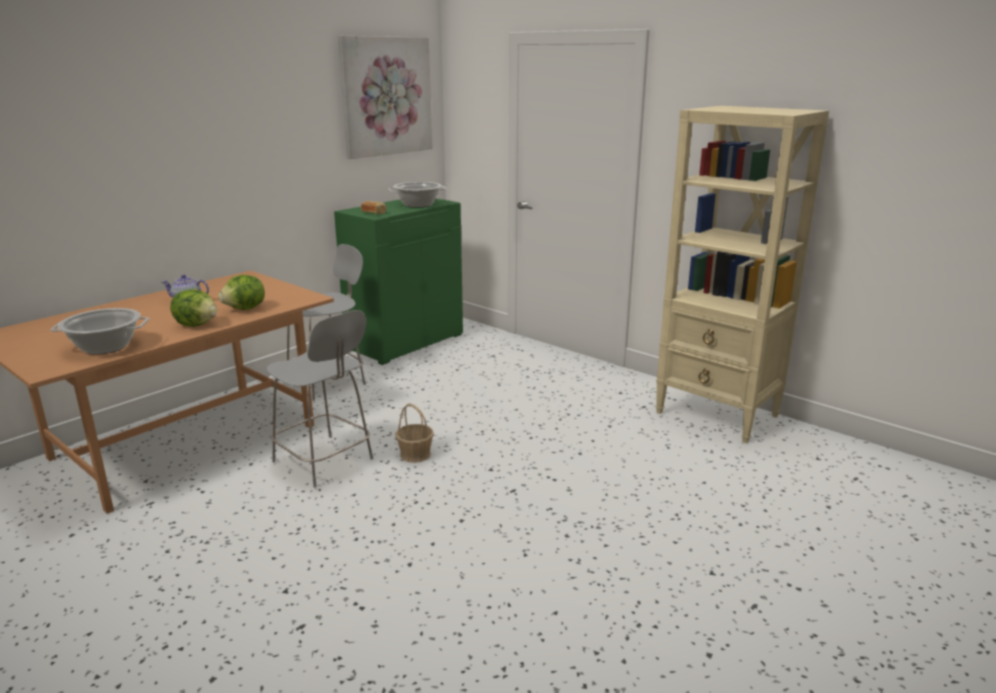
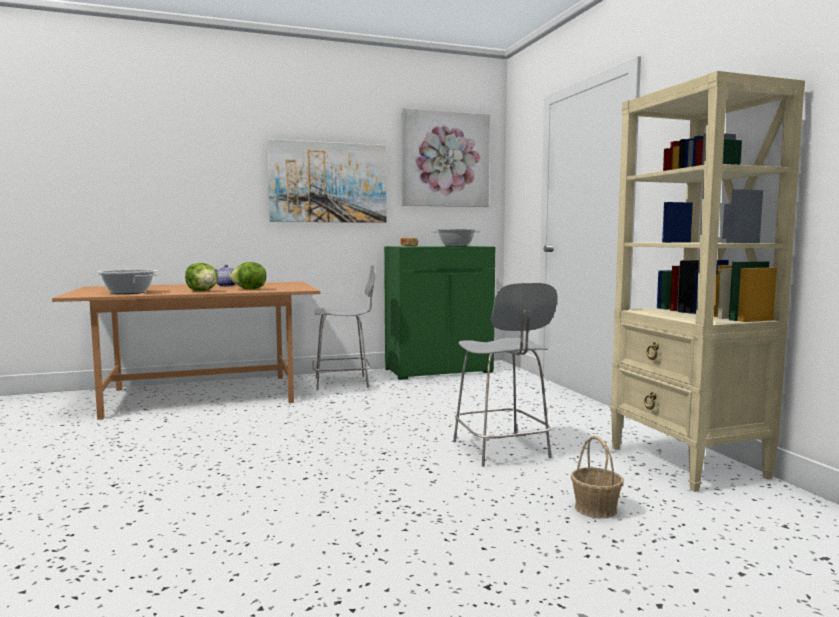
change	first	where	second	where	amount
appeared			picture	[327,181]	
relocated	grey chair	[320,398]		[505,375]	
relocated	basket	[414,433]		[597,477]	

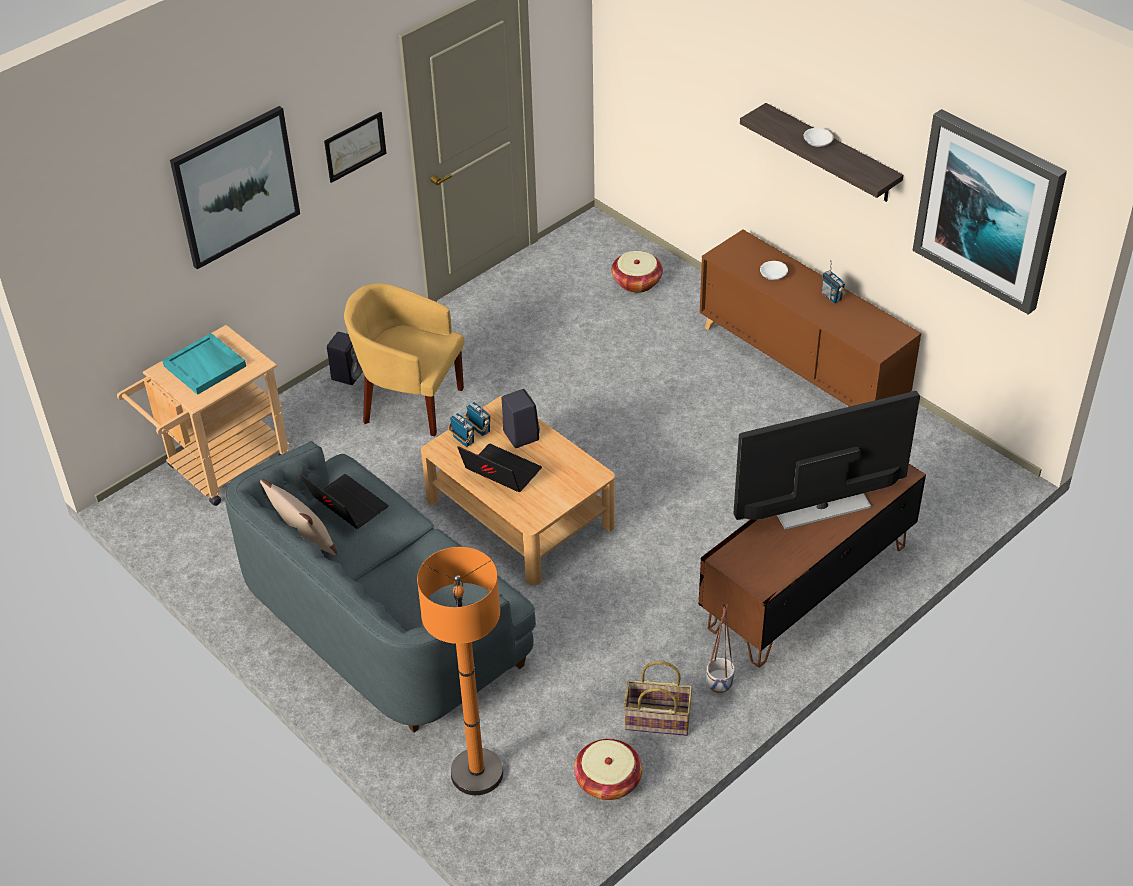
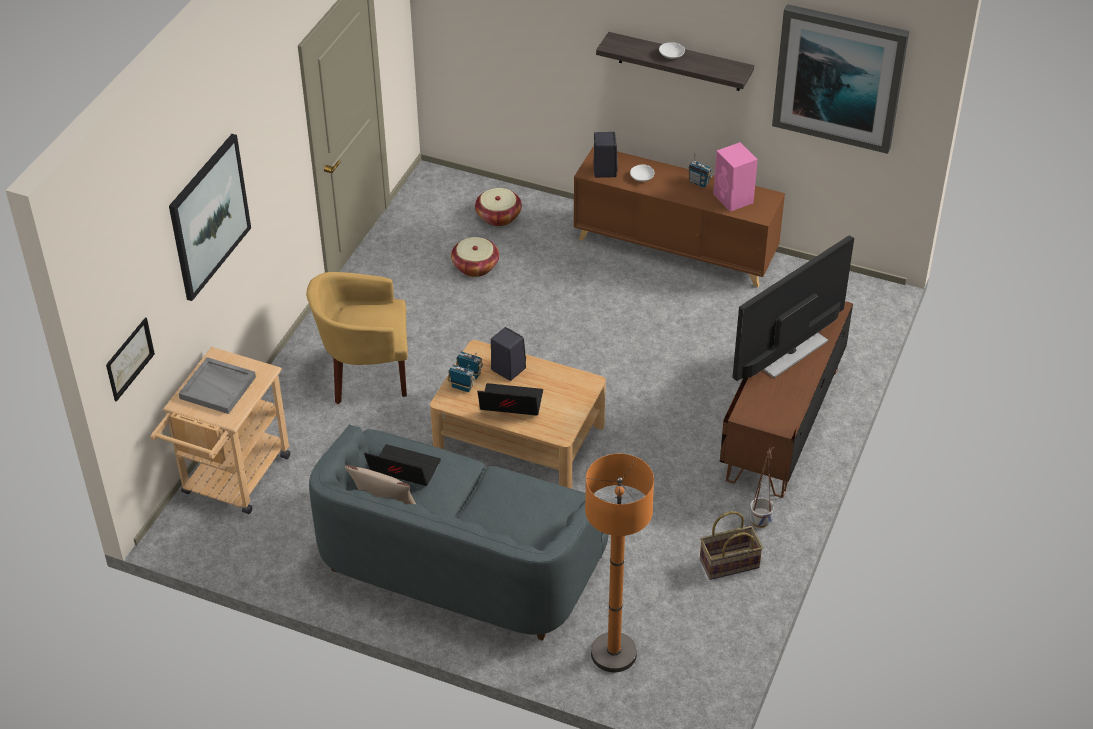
change	first	where	second	where	amount
appeared			pink speaker	[735,177]	
relocated	picture	[355,147]		[130,359]	
relocated	black speaker	[345,358]		[605,155]	
relocated	basket	[608,769]		[475,257]	
colour	turquoise tray	[204,364]	grey tray	[217,385]	

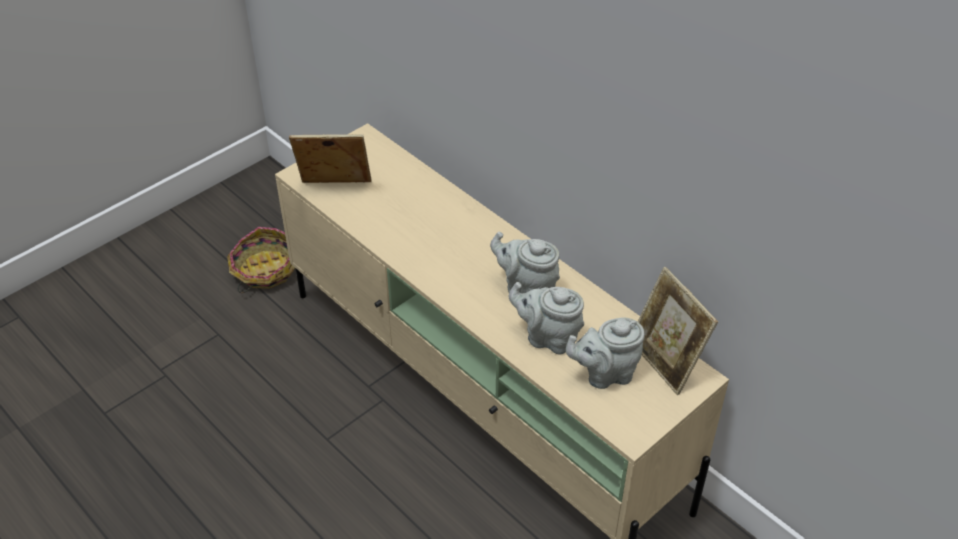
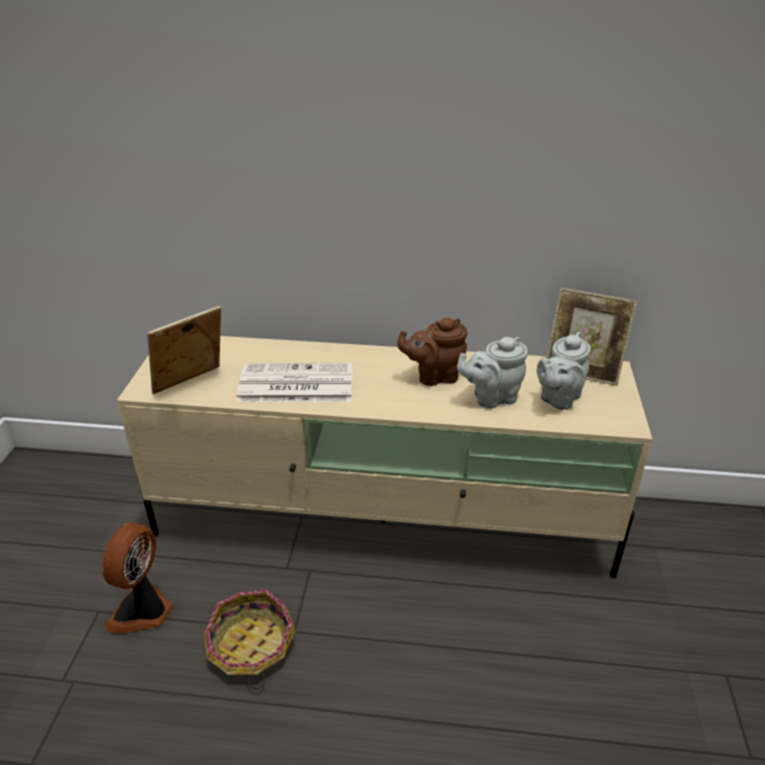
change	first	where	second	where	amount
appeared			fan	[137,578]	
appeared			newspaper	[295,382]	
relocated	basket	[261,260]		[250,639]	
colour	grey teapot	[525,263]	brown teapot	[432,352]	

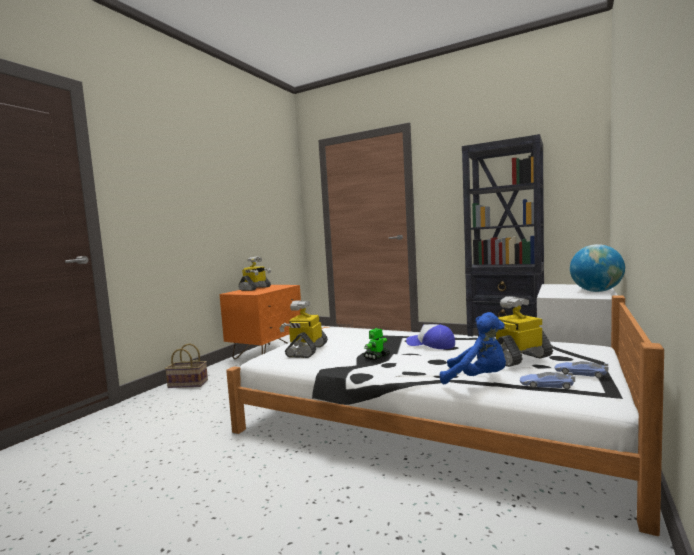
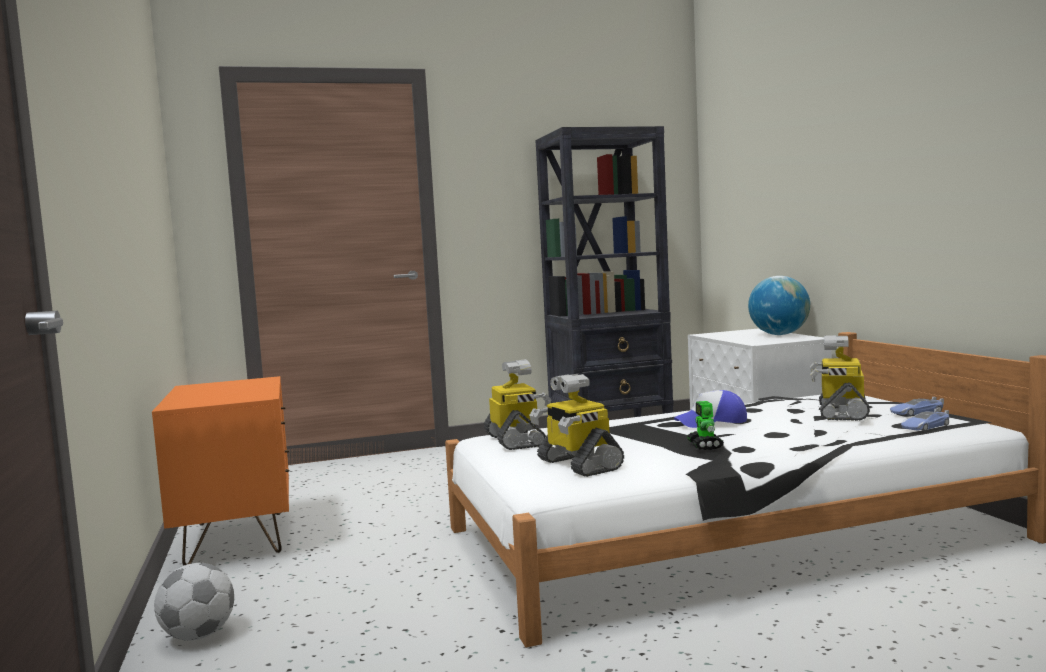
change	first	where	second	where	amount
missing	blue plush toy	[473,348]			
relocated	toy robot	[254,274]		[517,404]	
exchanged	basket	[186,365]	football	[194,602]	

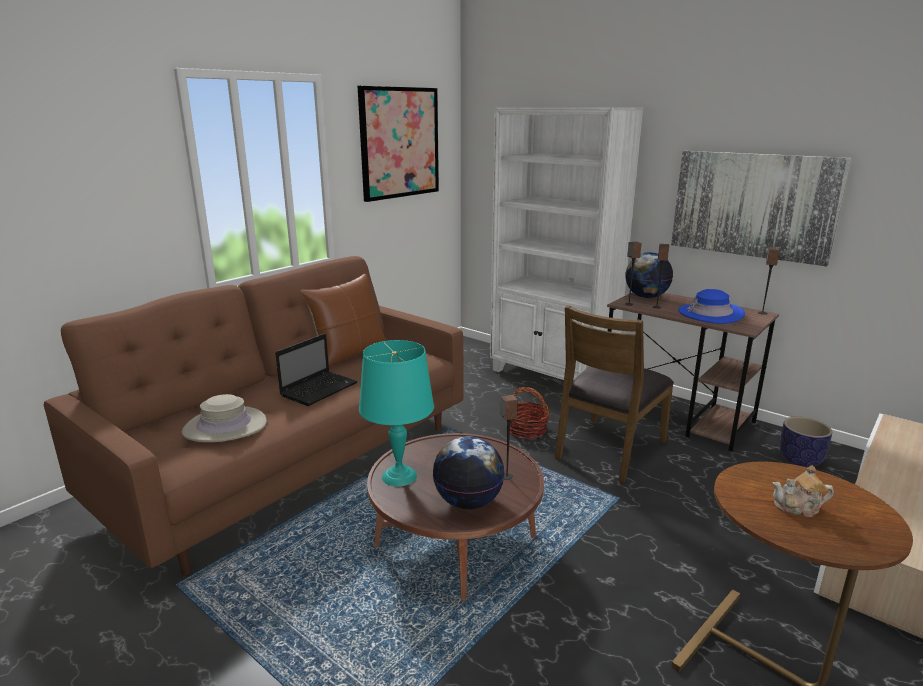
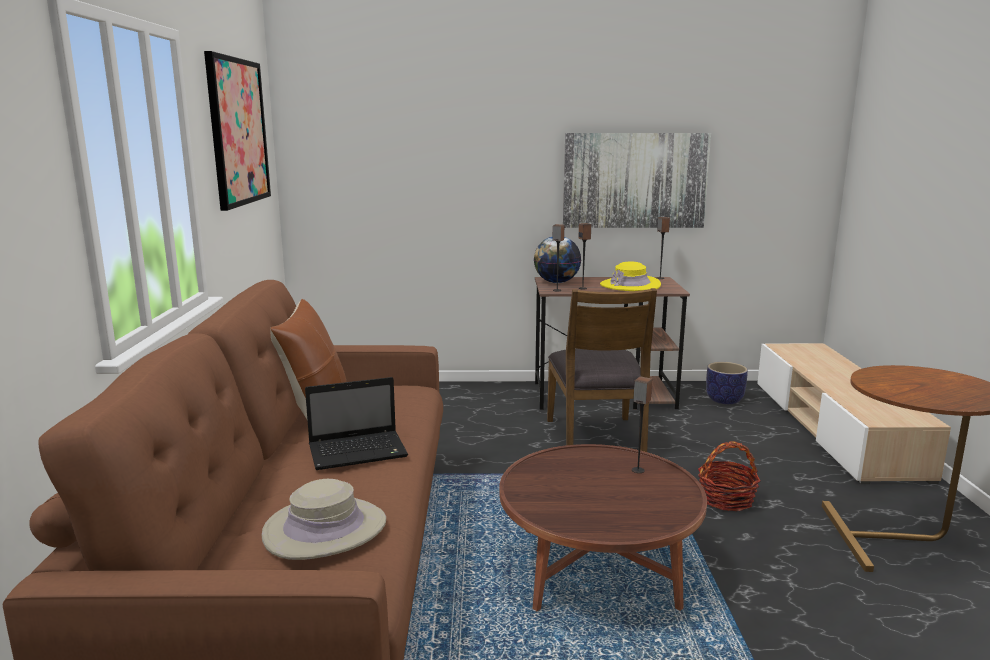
change	first	where	second	where	amount
missing	turquoise table lamp	[396,413]			
missing	globe	[469,473]			
missing	white bookcase	[566,243]			
missing	teapot	[803,491]			
relocated	basket	[530,413]		[729,476]	
colour	blue hat	[711,306]	yellow hat	[630,276]	
spun	laptop	[316,369]		[356,423]	75 degrees clockwise

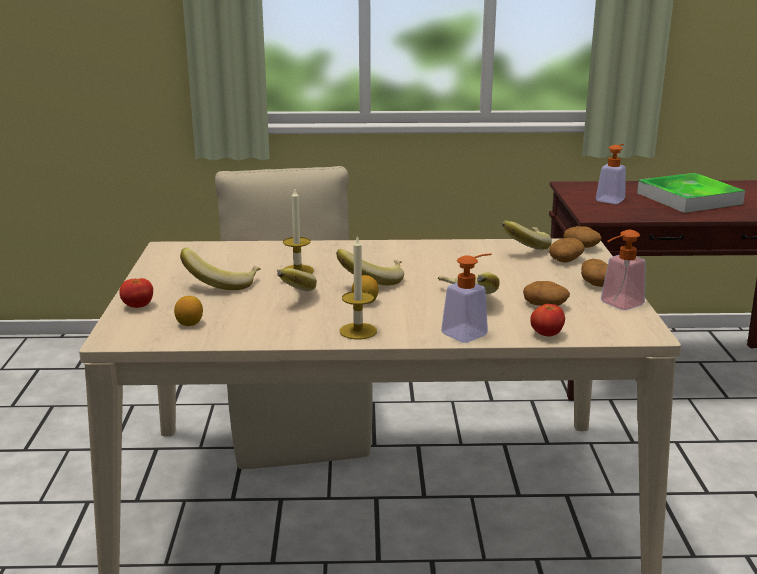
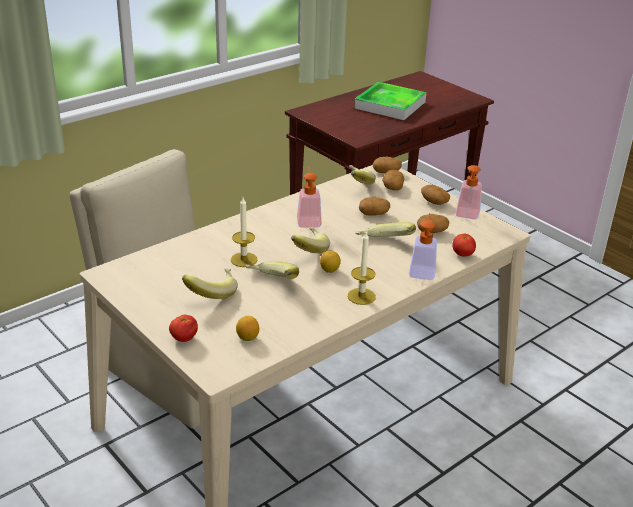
change	first	where	second	where	amount
appeared			potato	[374,206]	
relocated	soap dispenser	[611,174]		[309,197]	

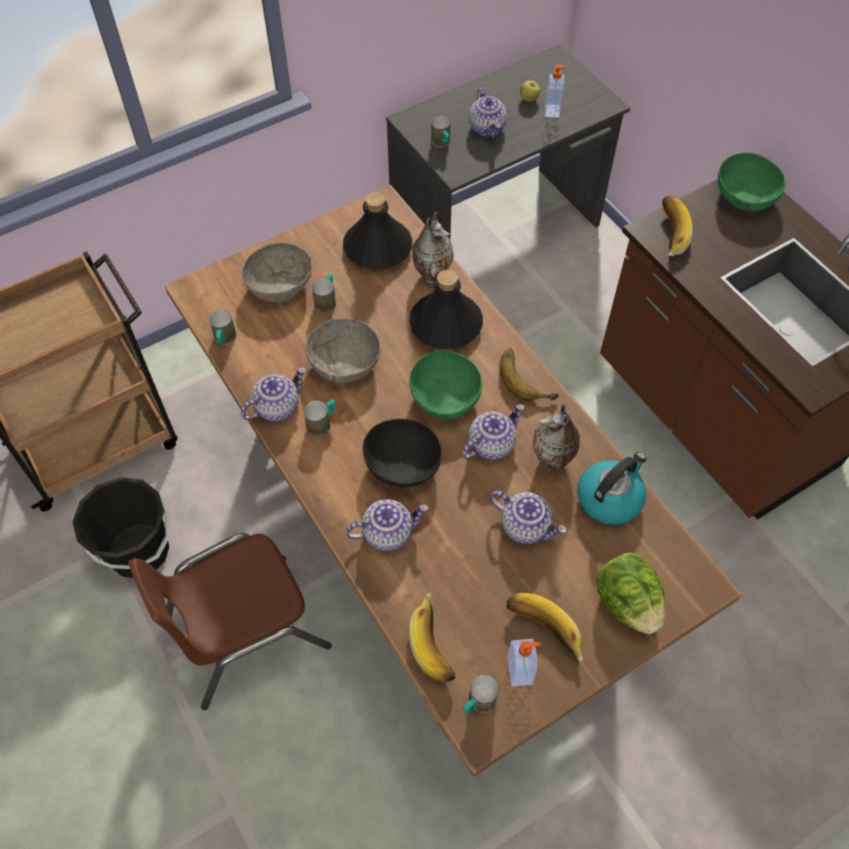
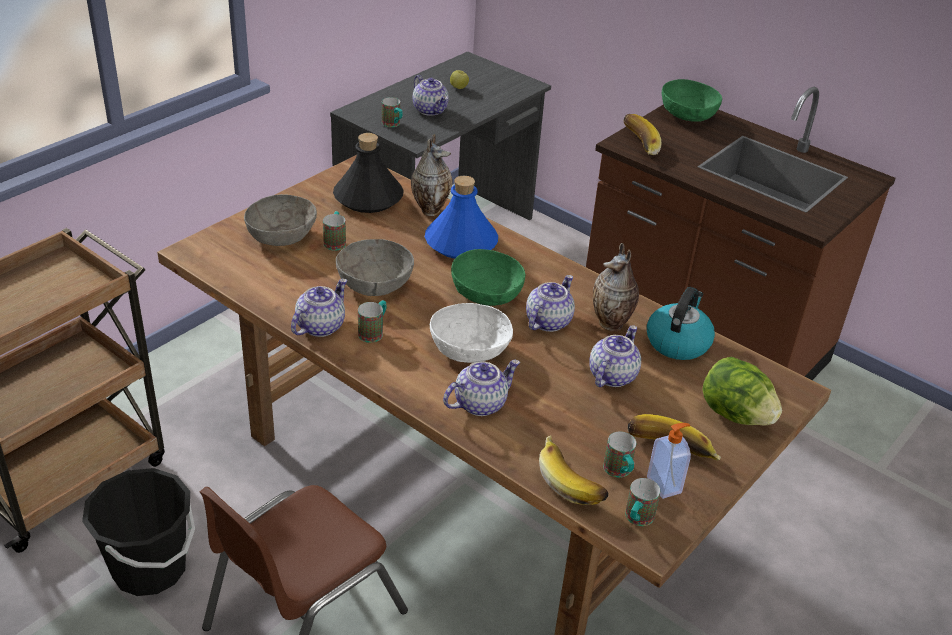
change	first	where	second	where	amount
missing	banana	[529,374]			
missing	soap dispenser	[556,91]			
relocated	mug	[222,327]		[619,454]	
colour	black bowl	[402,453]	white bowl	[471,333]	
colour	black bottle	[446,309]	blue bottle	[461,217]	
spun	teapot	[528,517]		[615,356]	75 degrees counterclockwise

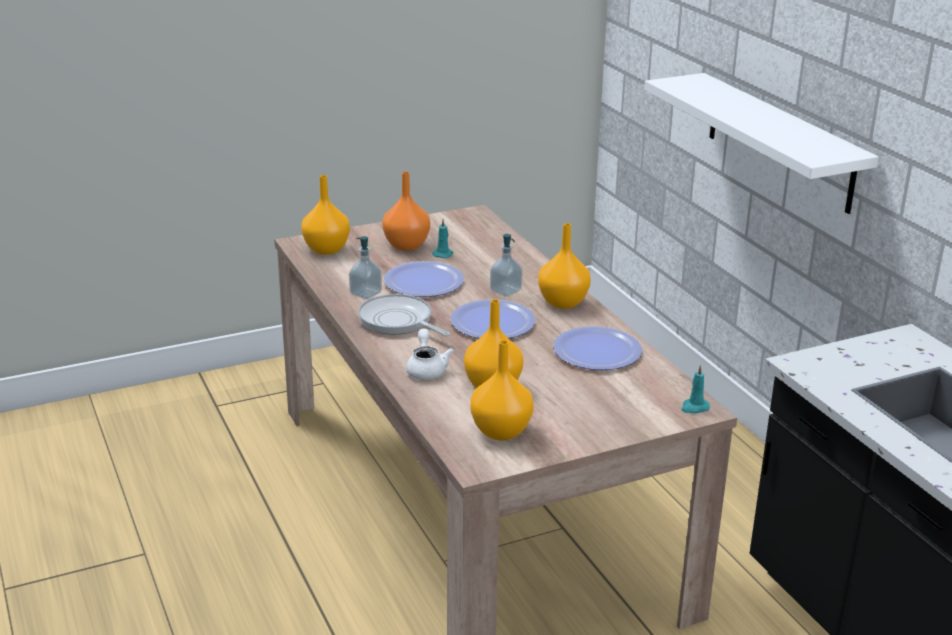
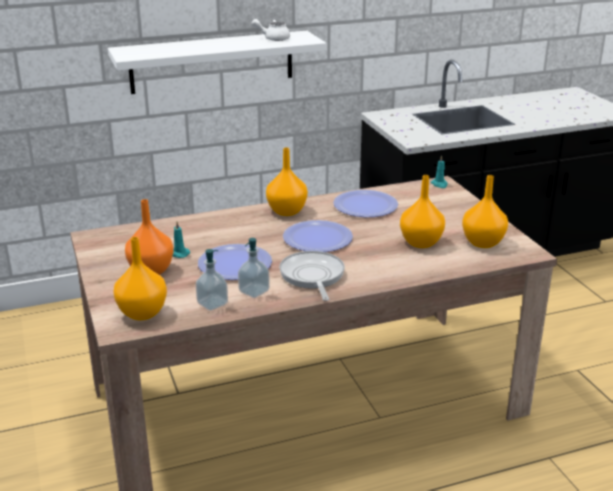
change	first	where	second	where	amount
relocated	white teapot	[430,354]		[271,30]	
relocated	soap dispenser	[506,265]		[211,280]	
spun	frying pan	[404,315]		[312,276]	120 degrees clockwise

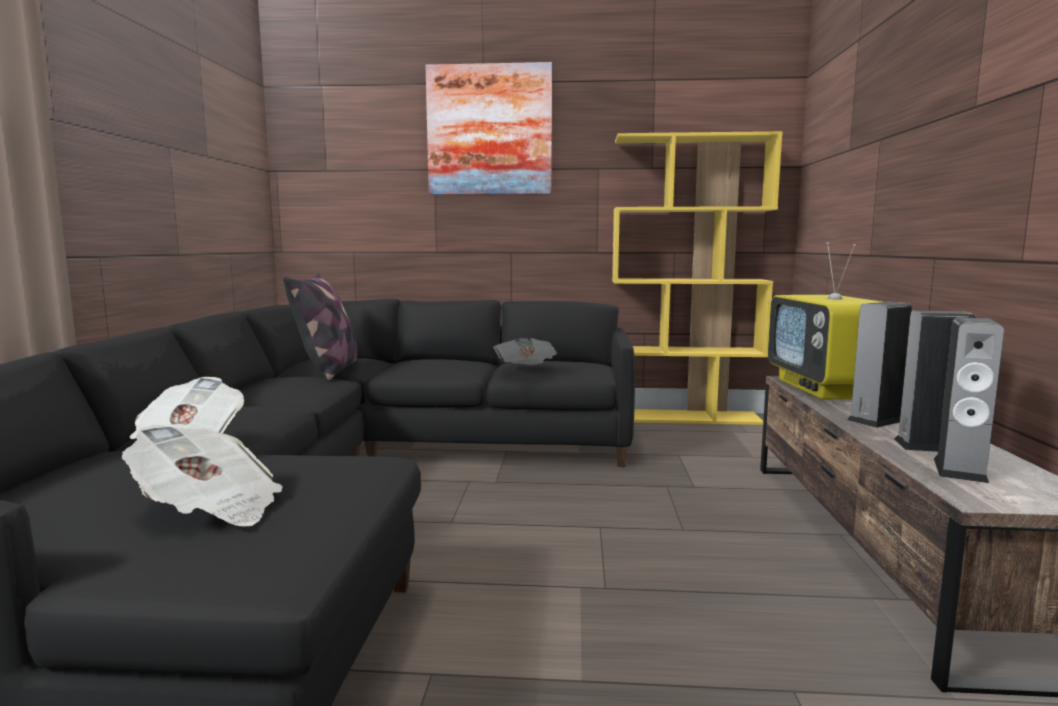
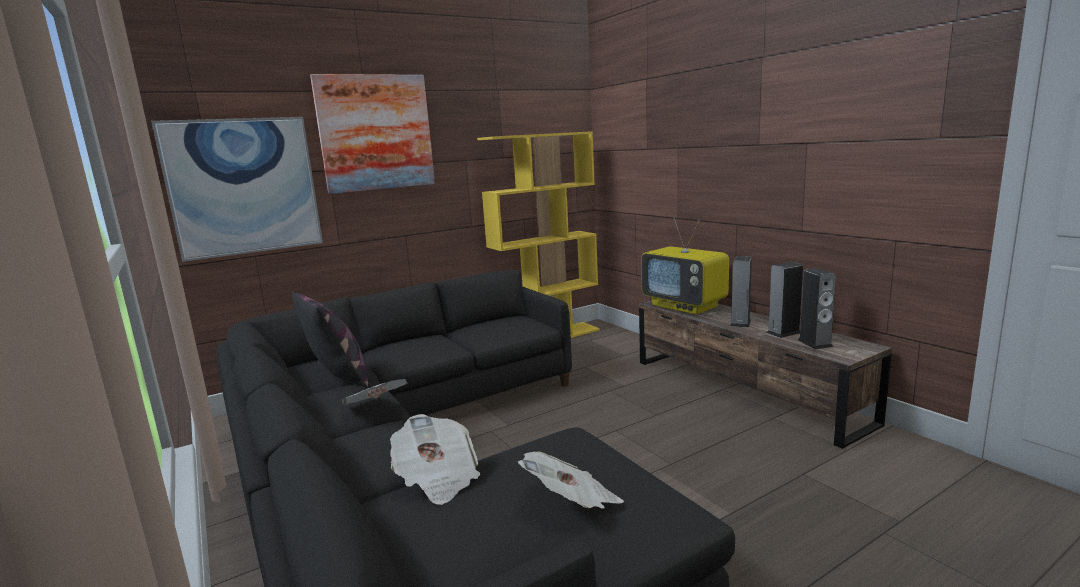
change	first	where	second	where	amount
appeared			picture	[237,189]	
relocated	newspaper	[525,351]		[374,391]	

